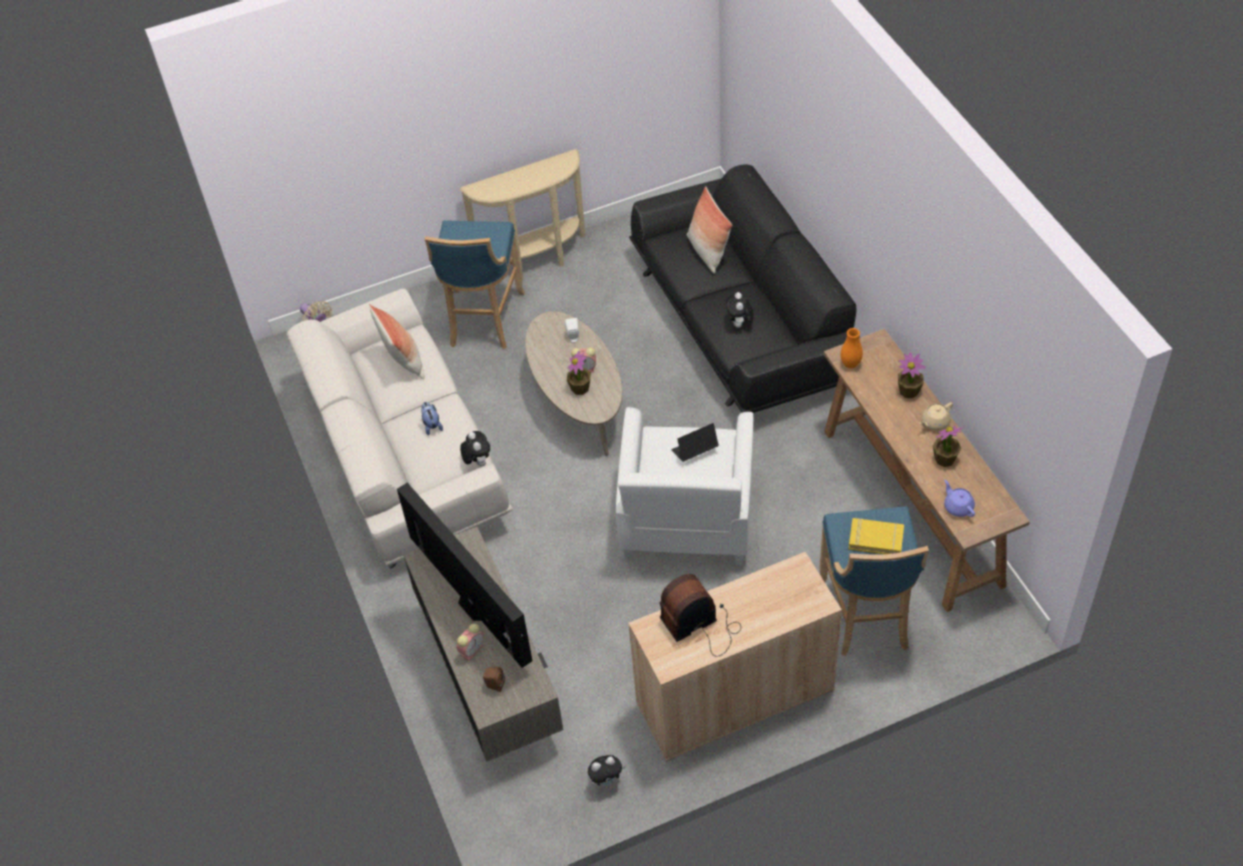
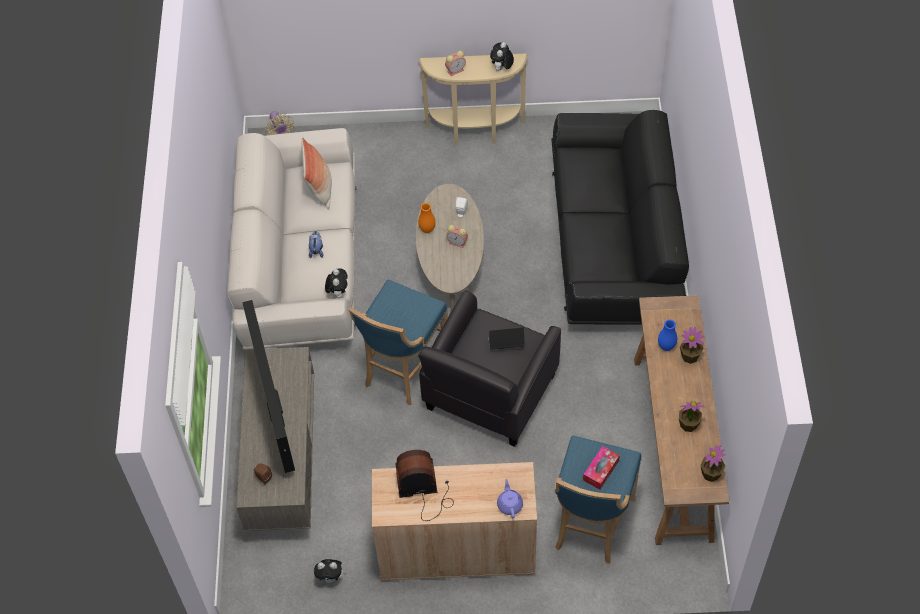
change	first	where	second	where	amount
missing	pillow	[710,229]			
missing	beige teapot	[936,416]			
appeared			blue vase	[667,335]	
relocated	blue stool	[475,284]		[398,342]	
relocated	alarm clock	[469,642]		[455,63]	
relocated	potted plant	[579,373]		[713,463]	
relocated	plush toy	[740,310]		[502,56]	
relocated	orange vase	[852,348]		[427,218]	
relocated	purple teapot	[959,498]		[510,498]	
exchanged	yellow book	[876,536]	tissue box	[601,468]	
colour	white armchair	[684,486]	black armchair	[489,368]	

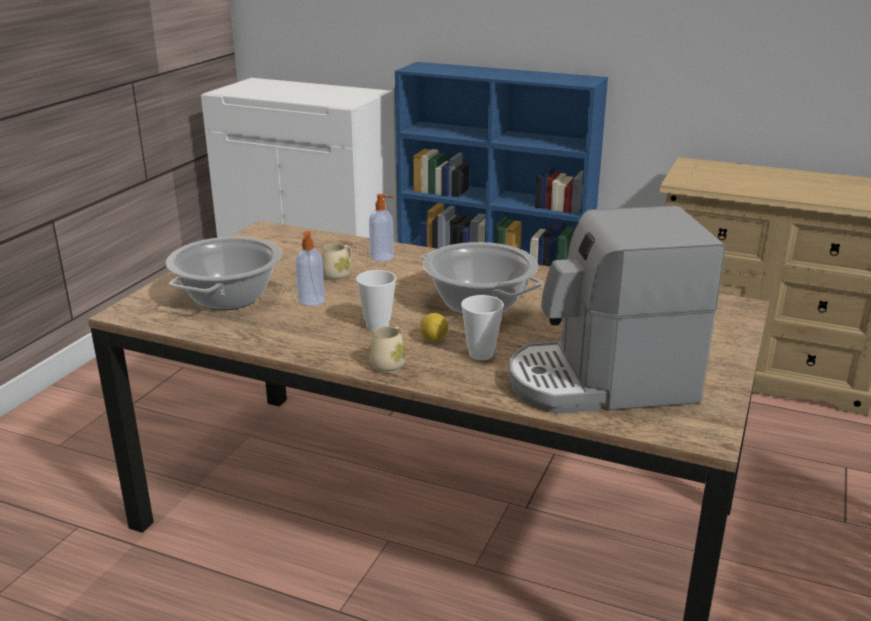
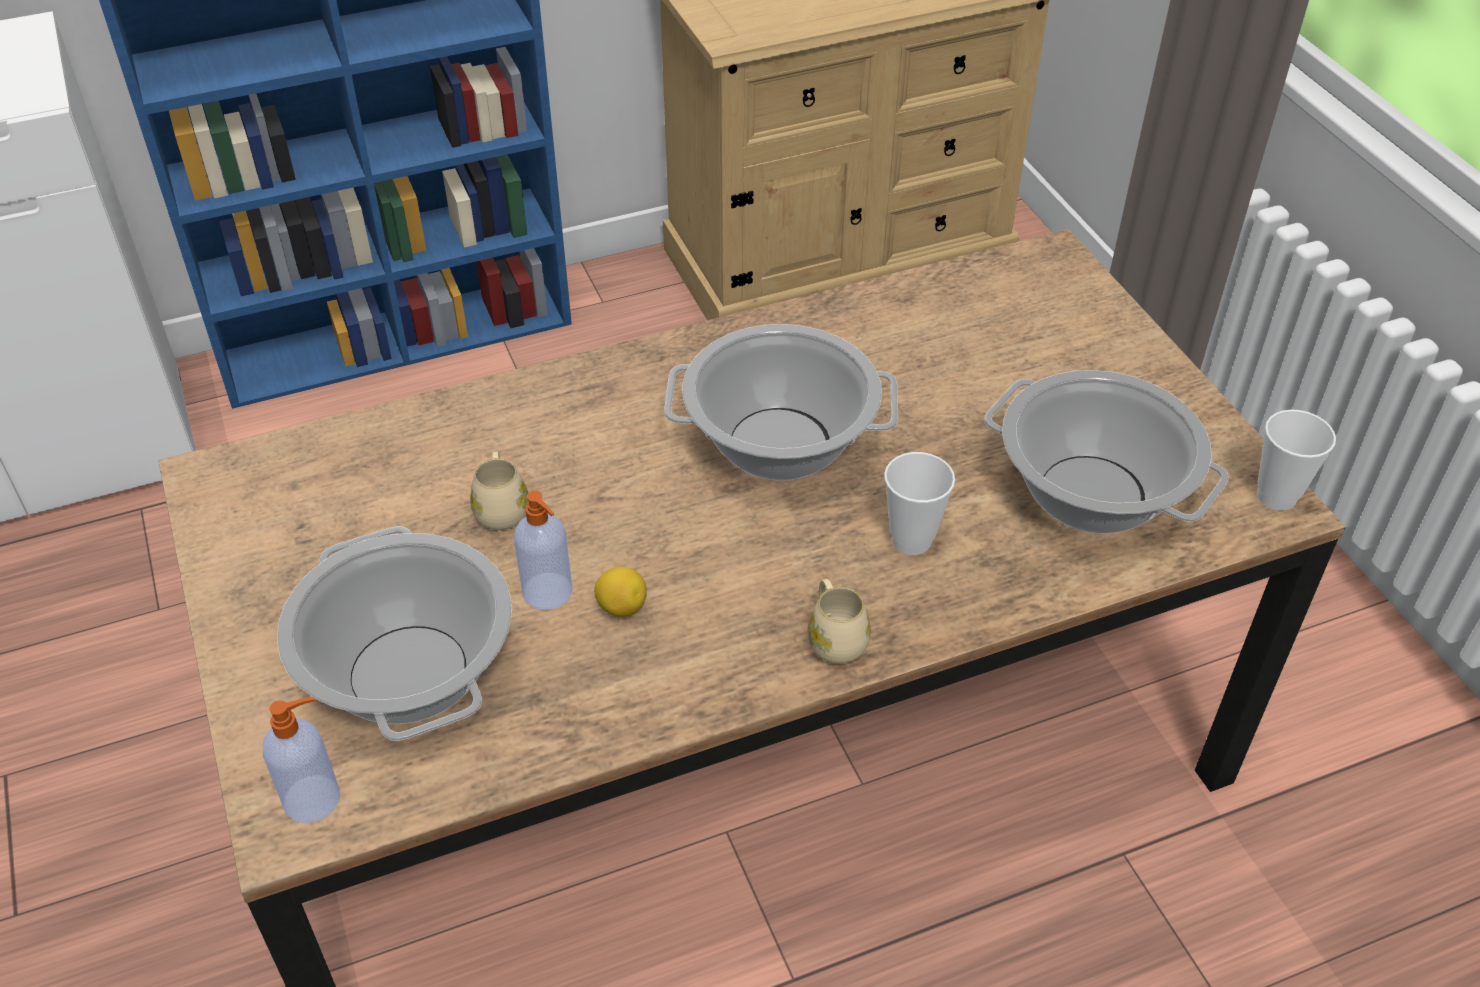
change	first	where	second	where	amount
relocated	cup	[376,300]		[1296,460]	
relocated	soap dispenser	[381,227]		[301,760]	
relocated	lemon	[434,327]		[620,592]	
exchanged	coffee machine	[617,309]	cooking pot	[1106,452]	

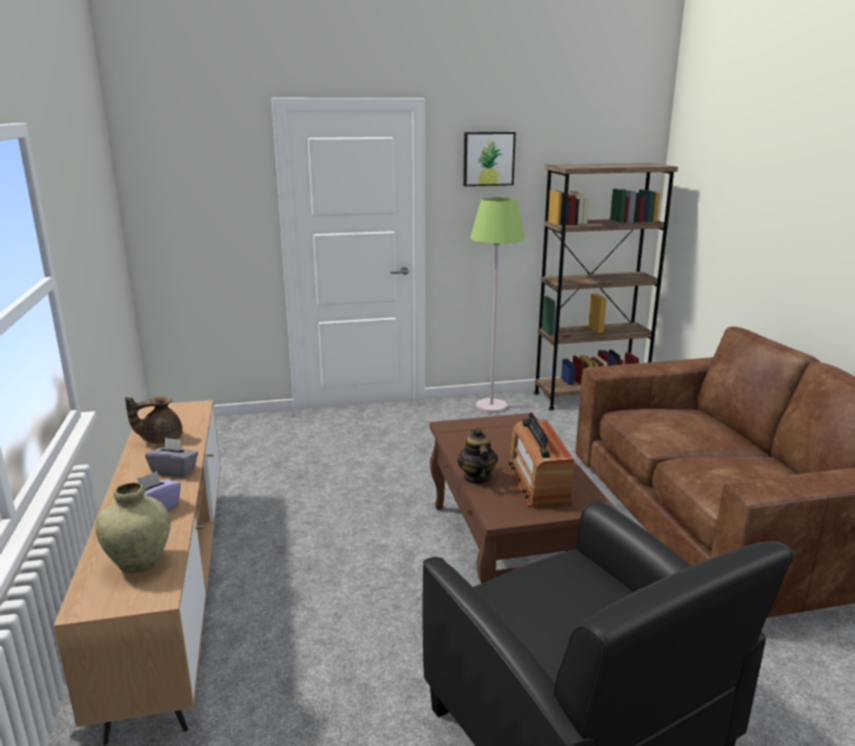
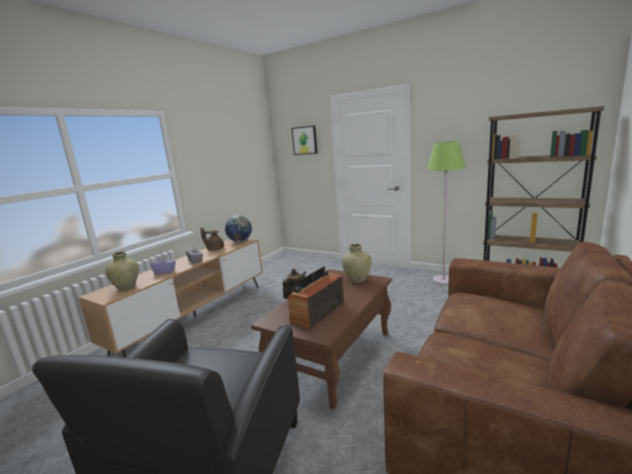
change	first	where	second	where	amount
appeared			globe	[238,228]	
appeared			beige vase	[357,263]	
relocated	picture	[489,159]		[304,140]	

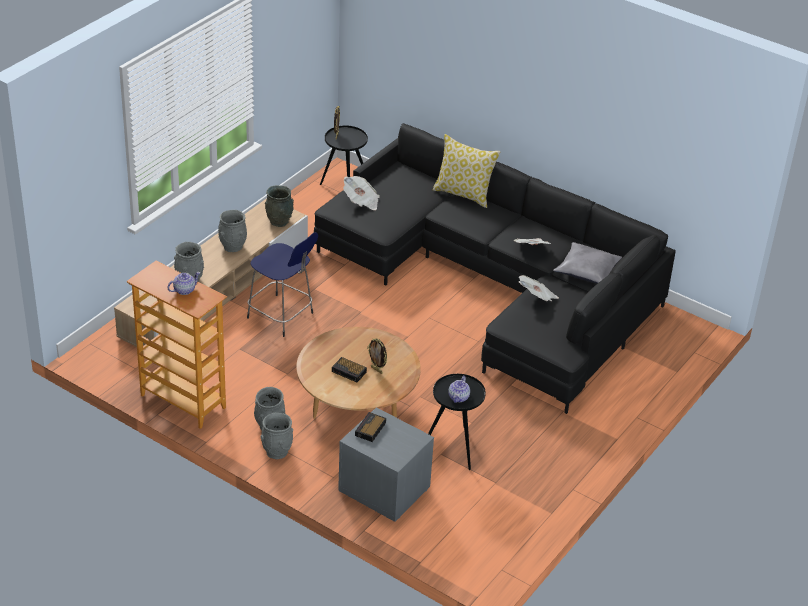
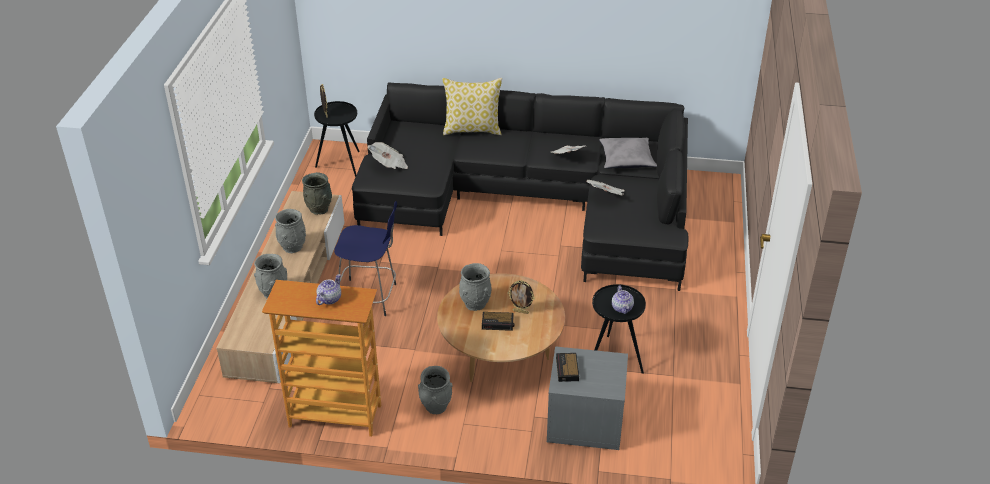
change	first	where	second	where	amount
relocated	grey vase	[277,436]		[475,287]	

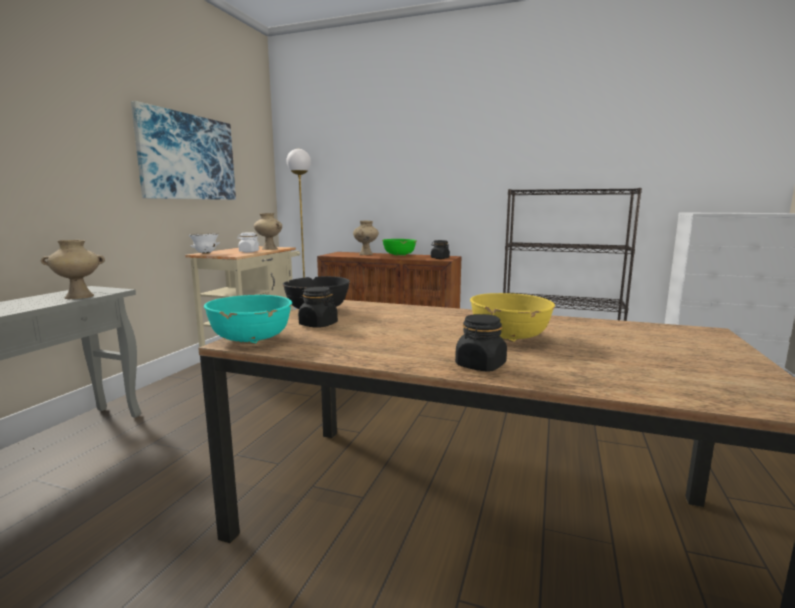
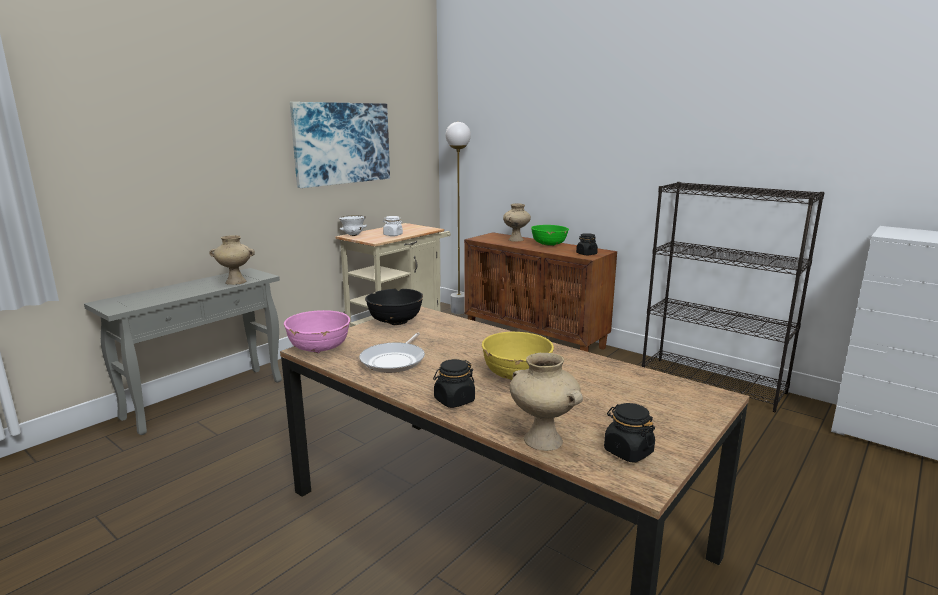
change	first	where	second	where	amount
appeared			frying pan	[392,353]	
relocated	beige vase	[268,231]		[546,402]	
relocated	black jar	[318,307]		[629,433]	
colour	turquoise bowl	[248,319]	pink bowl	[317,331]	

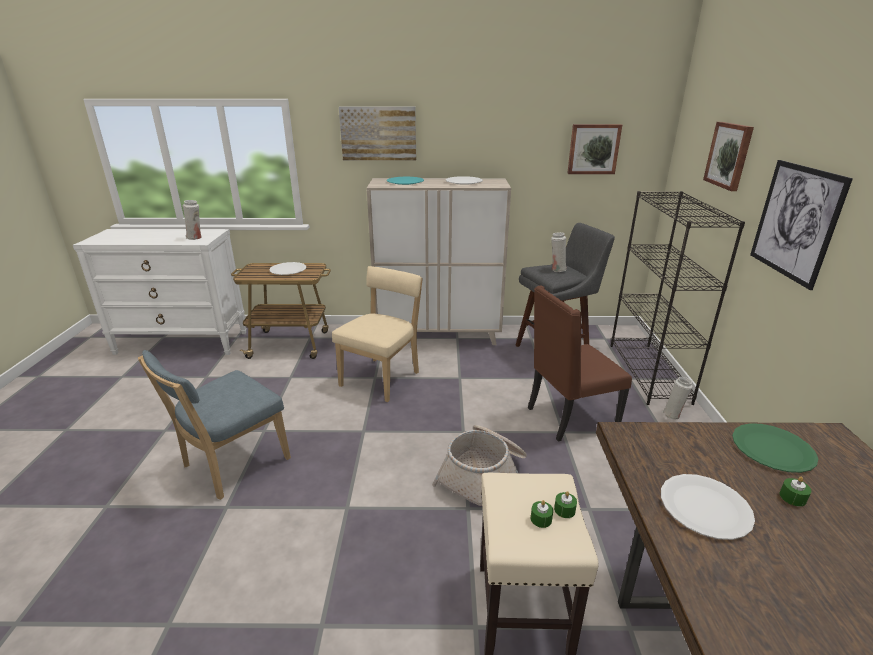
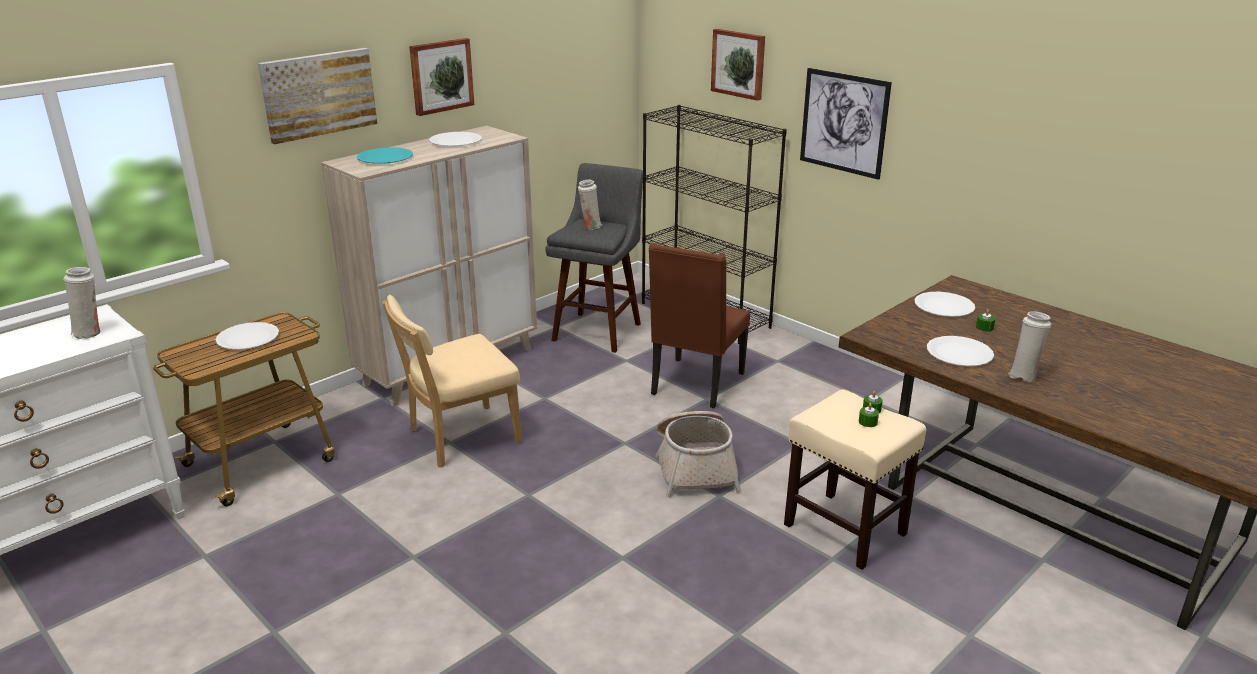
change	first	where	second	where	amount
missing	blue chair	[214,425]			
relocated	picture	[594,149]		[441,77]	
relocated	white vase	[677,398]		[1029,347]	
colour	green plate	[775,448]	white plate	[945,304]	
spun	beige chair	[377,334]		[452,381]	105 degrees counterclockwise

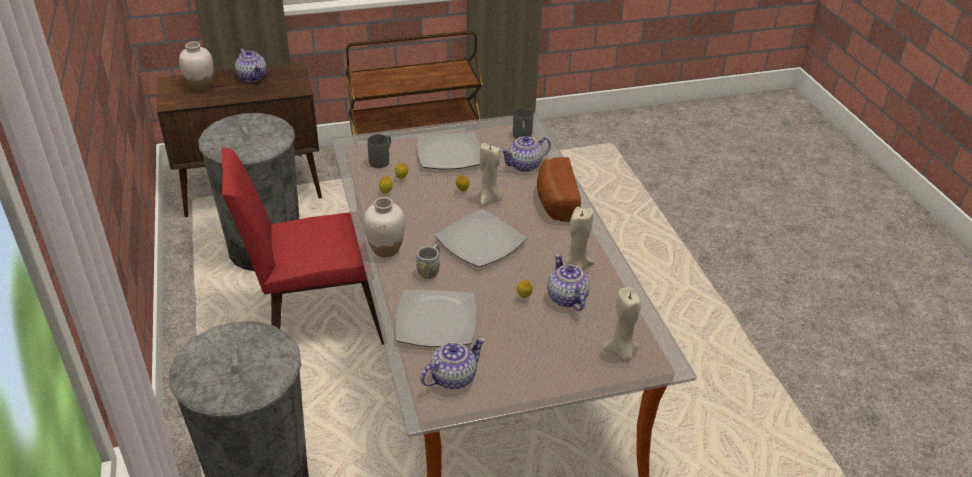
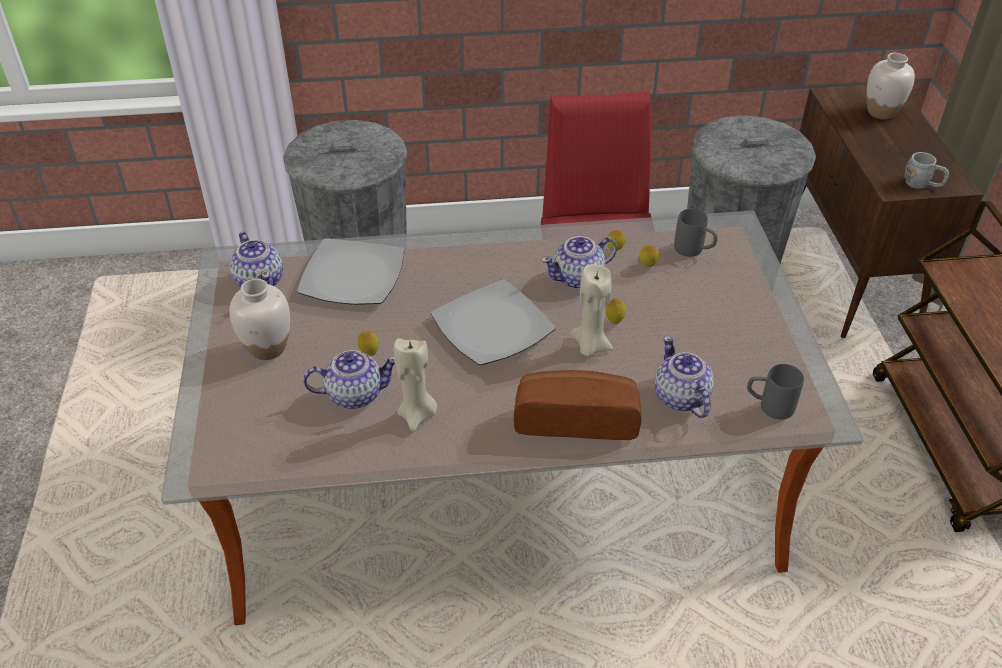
change	first	where	second	where	amount
missing	plate	[448,151]			
missing	beige candle	[621,324]			
relocated	teapot	[251,65]		[579,262]	
relocated	white vase	[384,227]		[259,319]	
relocated	grey mug	[428,261]		[927,170]	

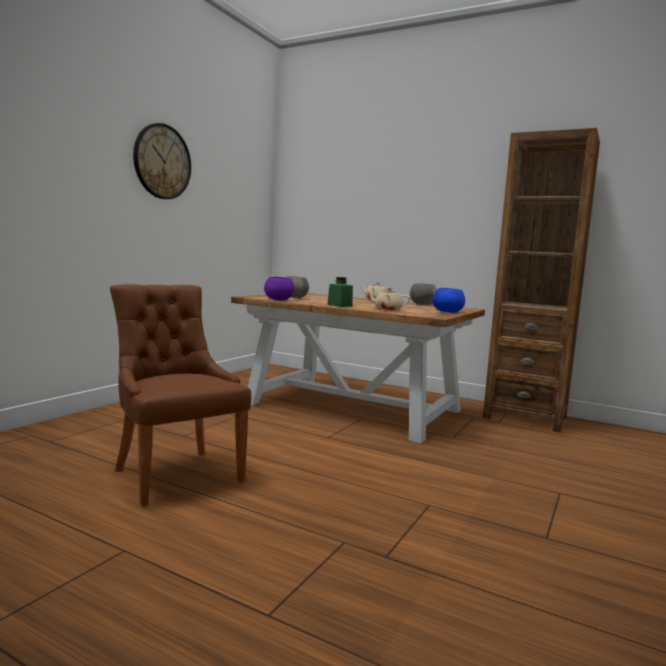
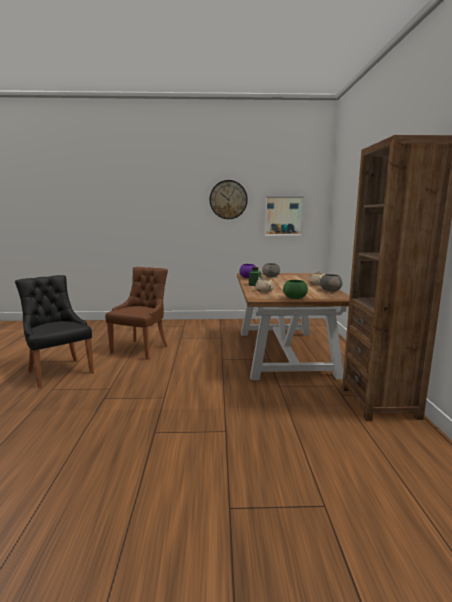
change	first	where	second	where	amount
appeared			black chair	[54,331]	
appeared			picture	[284,216]	
colour	blue bowl	[448,300]	green bowl	[295,289]	

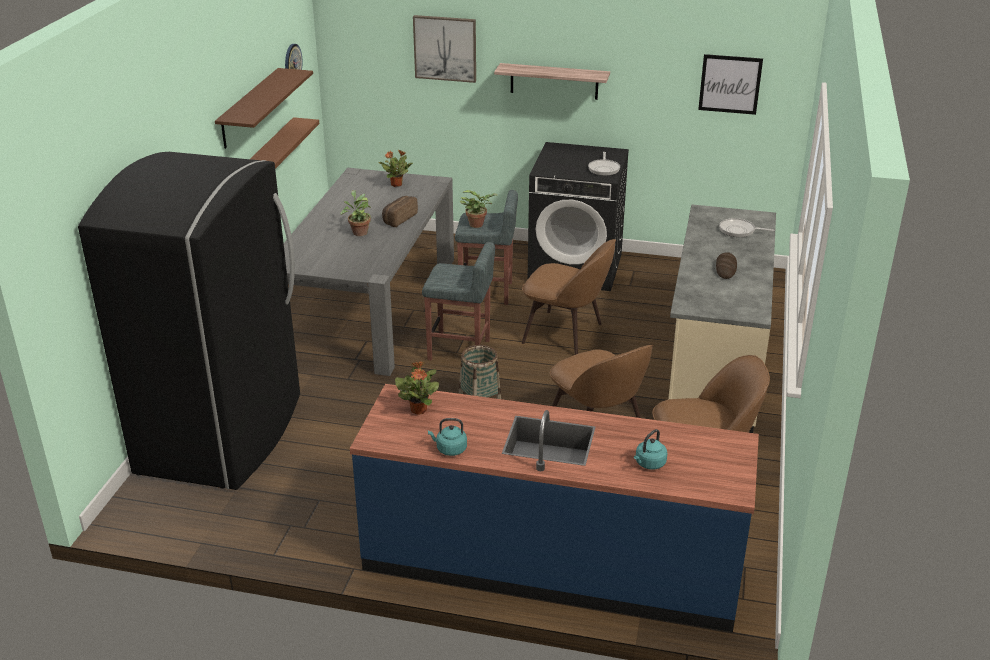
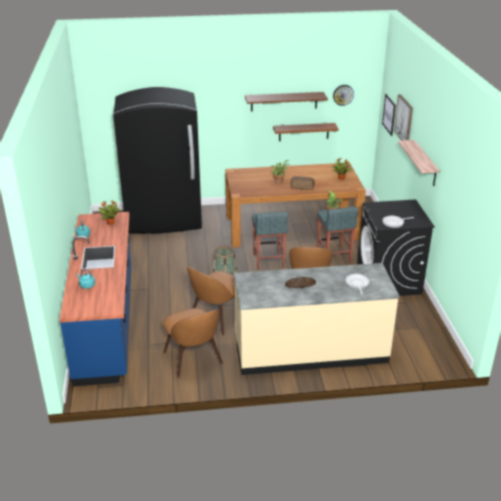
change	first	where	second	where	amount
relocated	picture	[730,84]		[389,115]	
colour	grey dining table	[369,272]	brown dining table	[295,205]	

